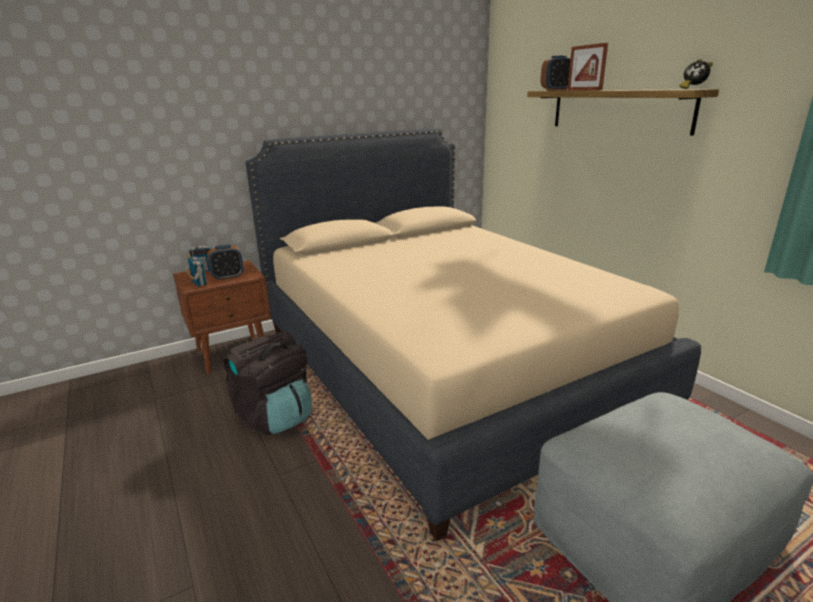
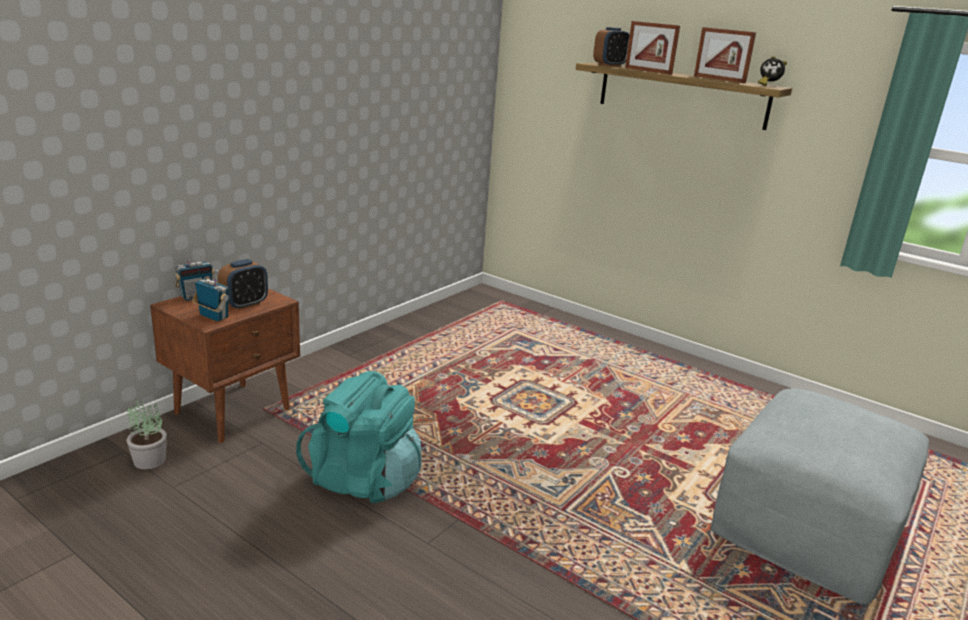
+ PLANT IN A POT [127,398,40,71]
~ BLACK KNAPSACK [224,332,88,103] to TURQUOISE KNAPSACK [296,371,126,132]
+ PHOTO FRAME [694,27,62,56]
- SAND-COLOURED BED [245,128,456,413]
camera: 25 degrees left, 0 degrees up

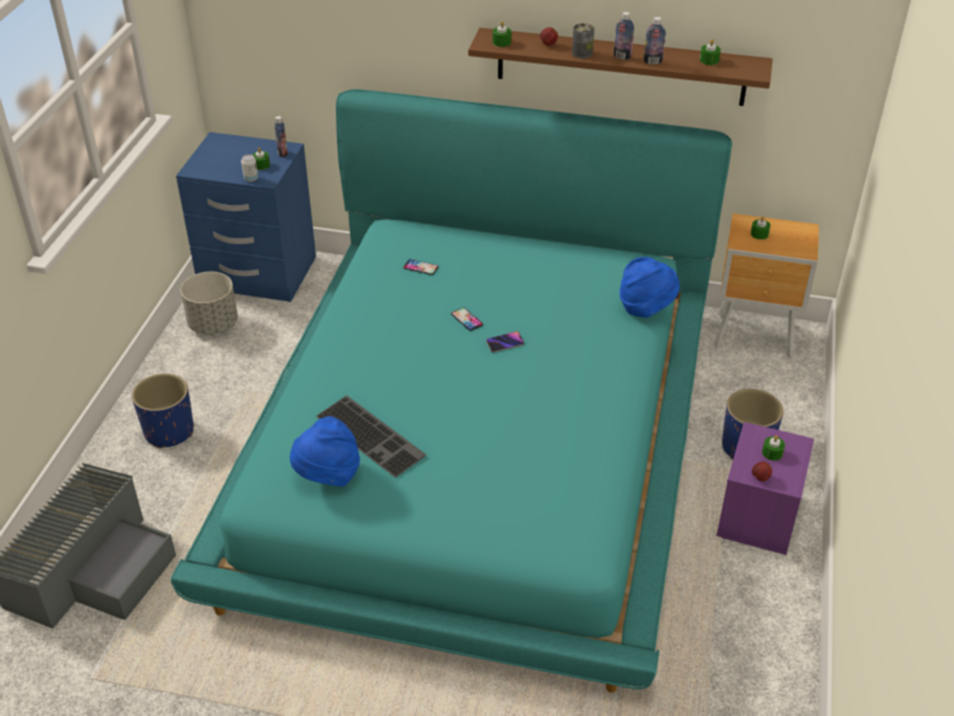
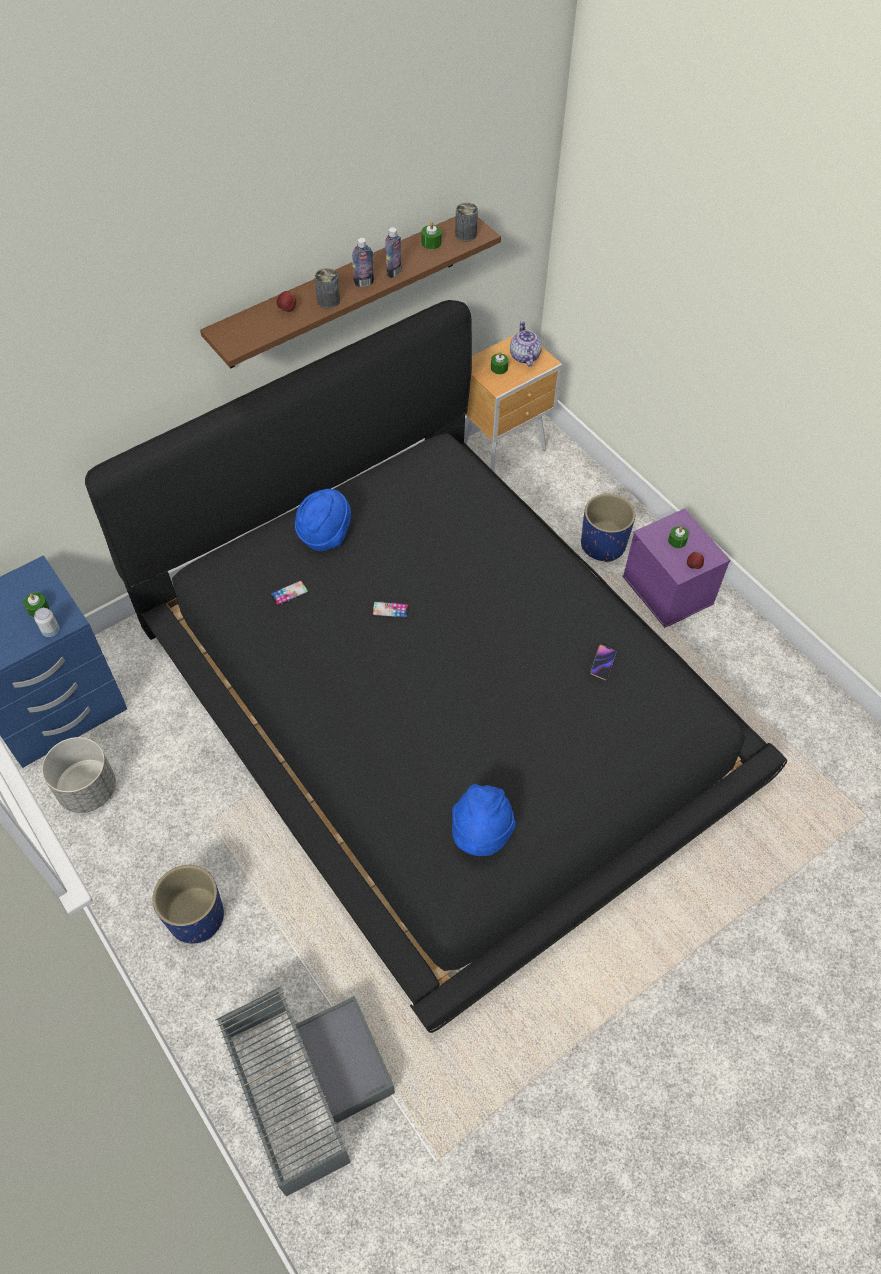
~ TURQUOISE BED [171,89,561,604] to BLACK BED [85,300,702,733]
~ BLUE-COLOURED CLOTHING HAT [619,257,61,61] to [295,489,56,62]
+ METAL CAN [455,203,23,39]
+ TEA POT [510,321,32,46]
~ TELEPHONE [486,331,38,22] to [590,644,26,37]
- BOTTLE [274,116,14,41]
- COMPUTER KEYBOARD [316,395,110,83]
- GREEN CANDLE [493,21,19,26]
camera: 50 degrees left, 15 degrees up

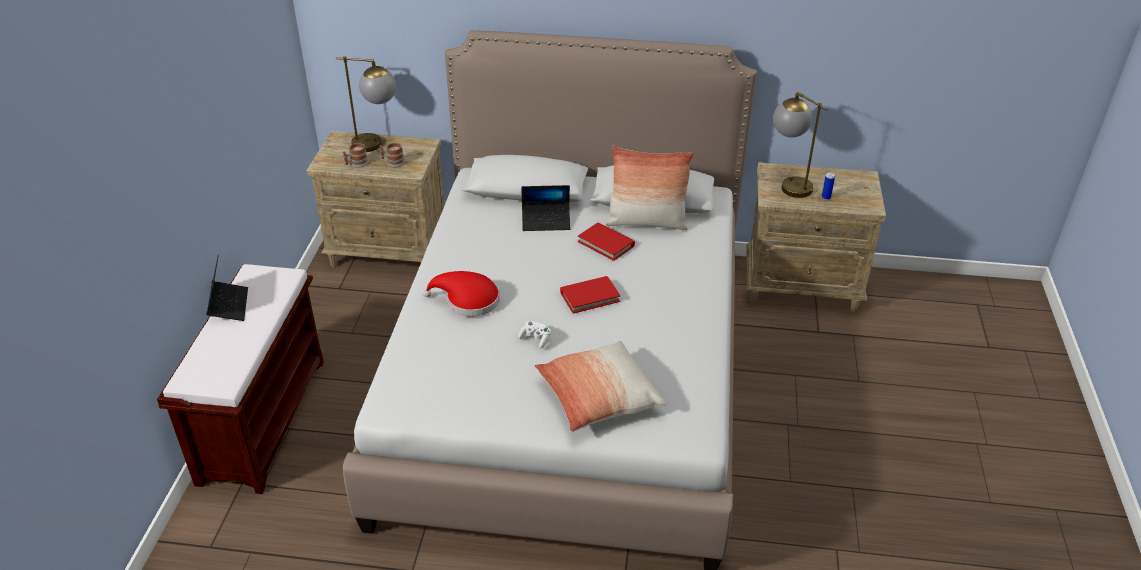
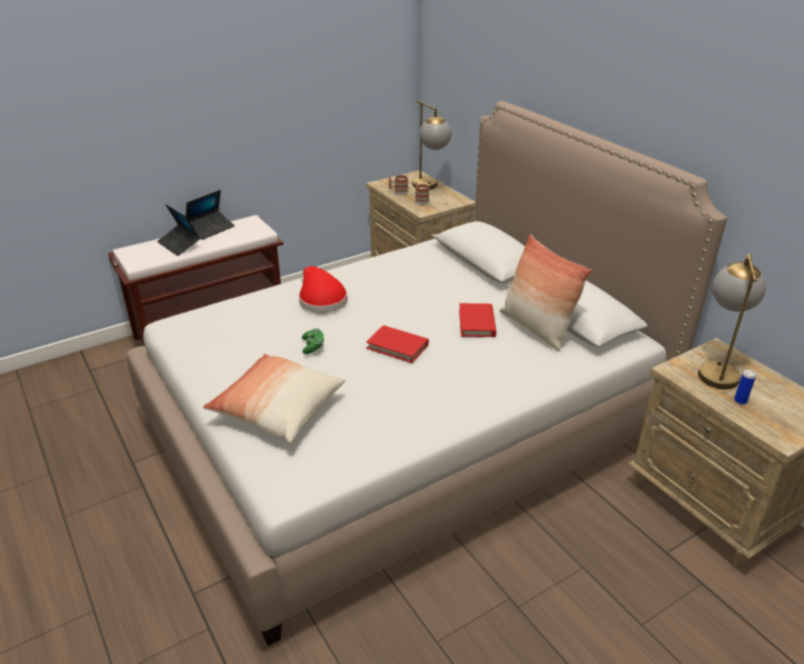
~ NOTEBOOK COMPUTER [521,185,49,46] to [157,204,43,52]
~ WHITISH GAMEPAD [518,321,33,27] to GREEN GAMEPAD [302,329,22,25]
camera: 50 degrees right, 5 degrees down

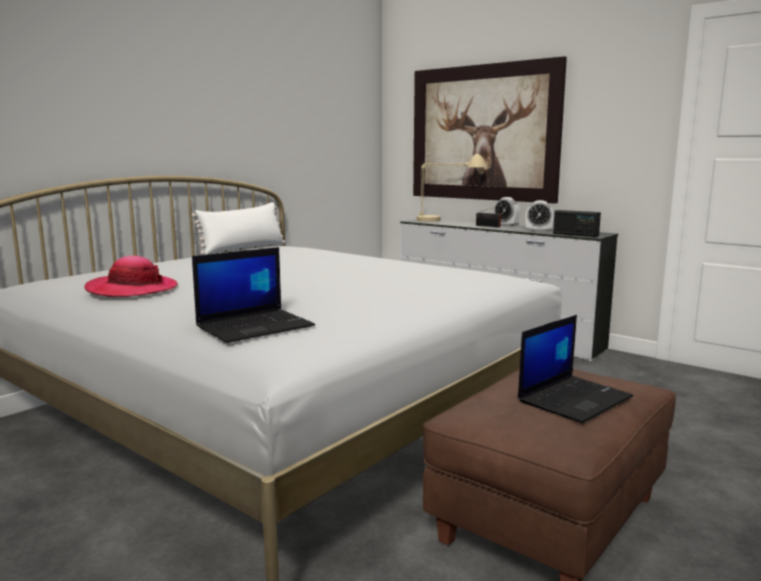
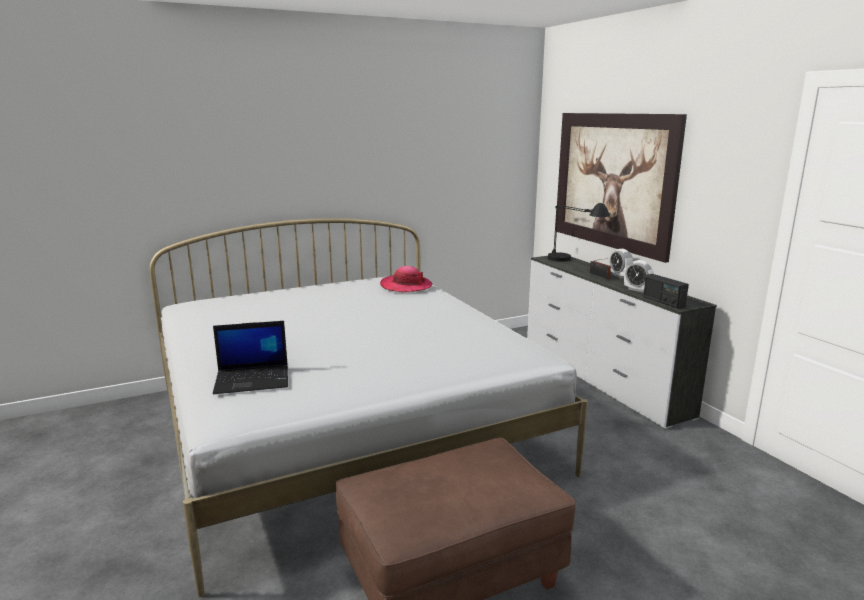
~ CLOTHING HAT [84,255,94,42] to [380,266,52,26]
~ SAND-COLOURED TABLETOP LAMP [416,154,71,68] to BLACK TABLETOP LAMP [548,203,62,59]
- WHITISH PILLOW [192,202,93,53]
- NOTEBOOK COMPUTER [518,315,115,108]
camera: 25 degrees right, 5 degrees up

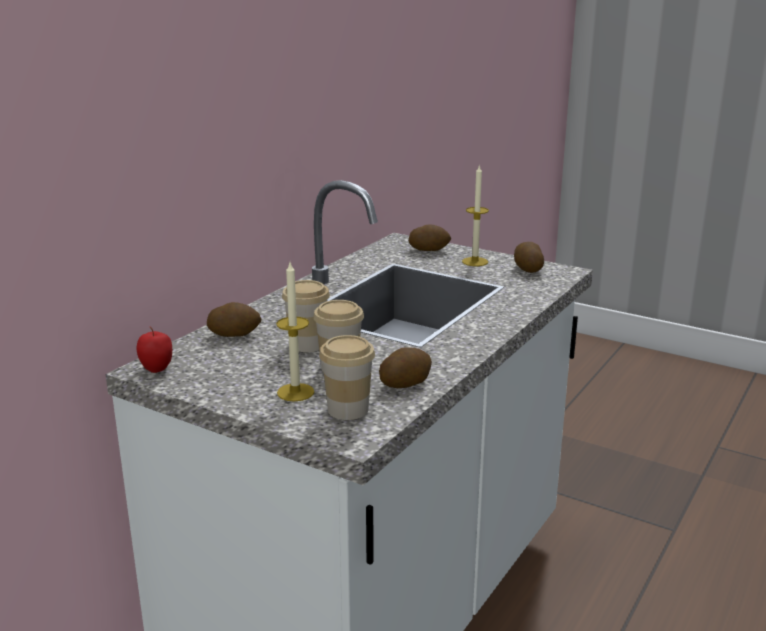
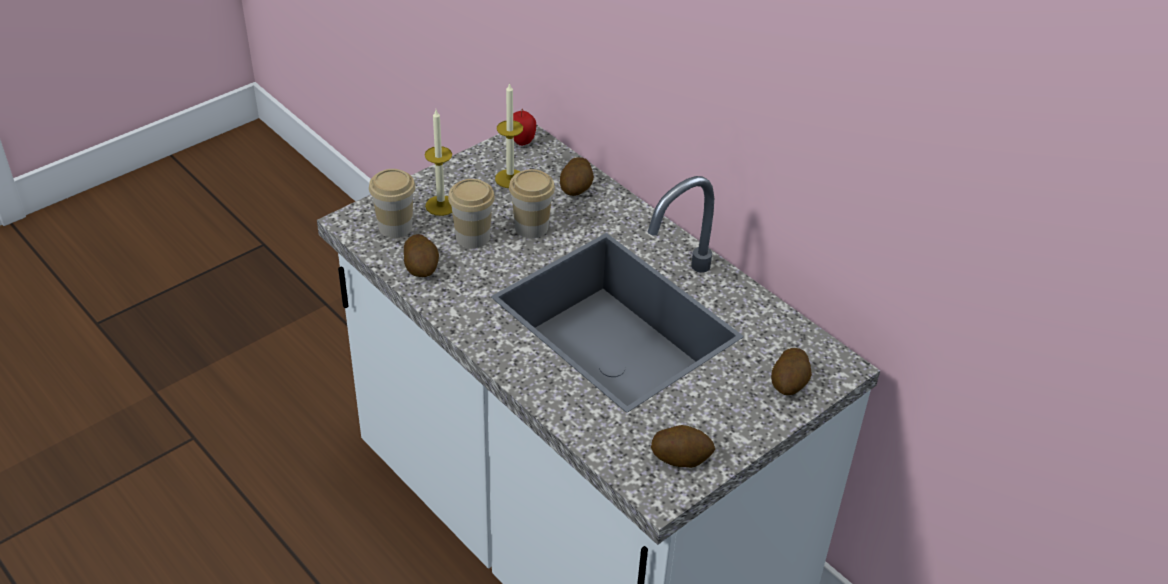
~ CANDLE [462,166,27,100] to [495,82,28,106]
camera: 105 degrees right, 20 degrees up

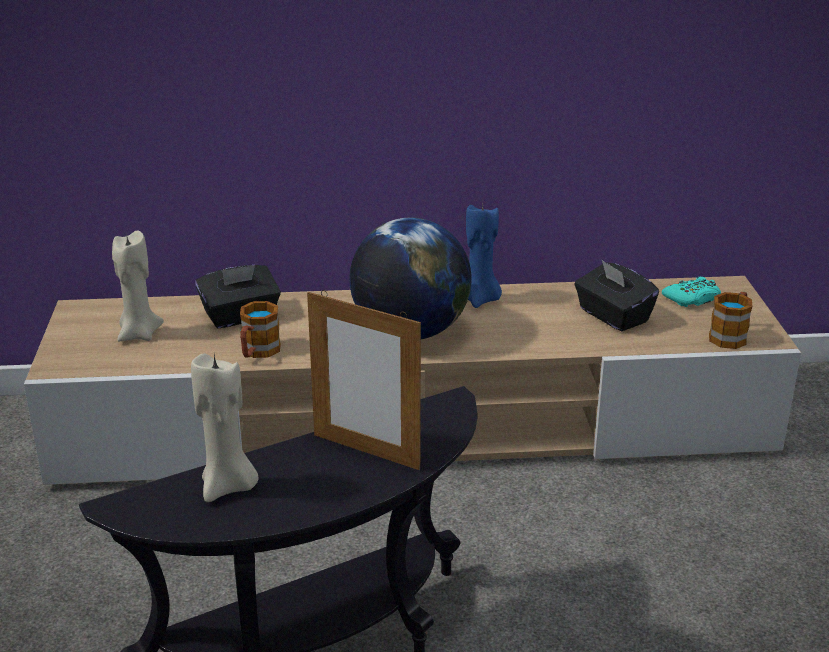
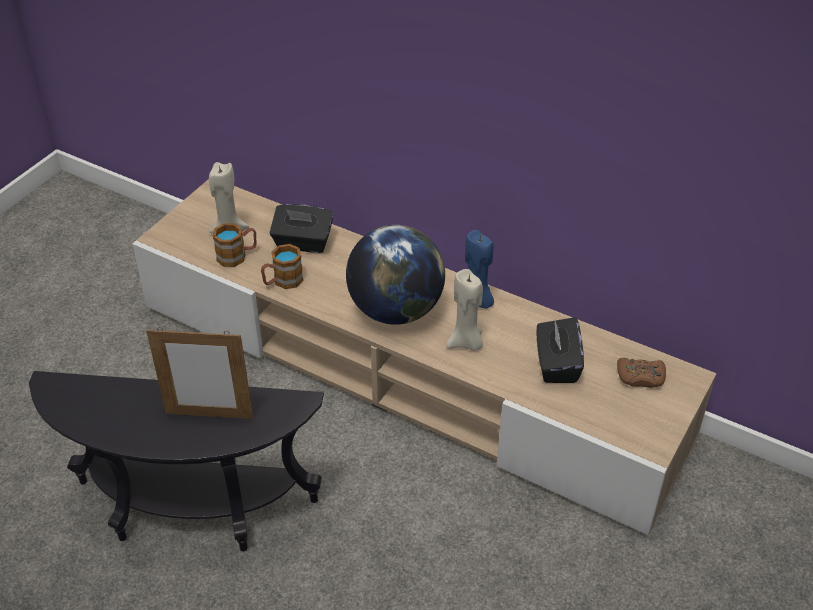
~ PHOTO FRAME [307,290,114,180] = [146,327,107,92] 60 degrees counterclockwise
~ TEA MUG [709,292,44,57] to [213,223,44,44]
~ SAND-COLOURED CANDLE [191,353,68,149] to [447,269,36,82]
~ TURQUOISE GAMEPAD [662,277,59,30] to BROWNISH GAMEPAD [617,358,49,30]
camera: 35 degrees right, 15 degrees up

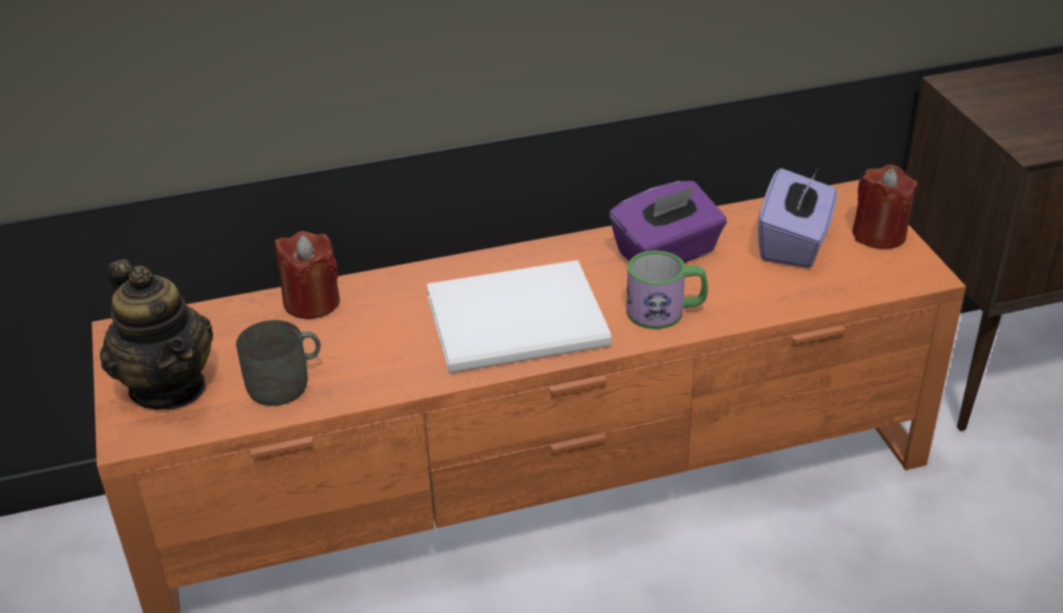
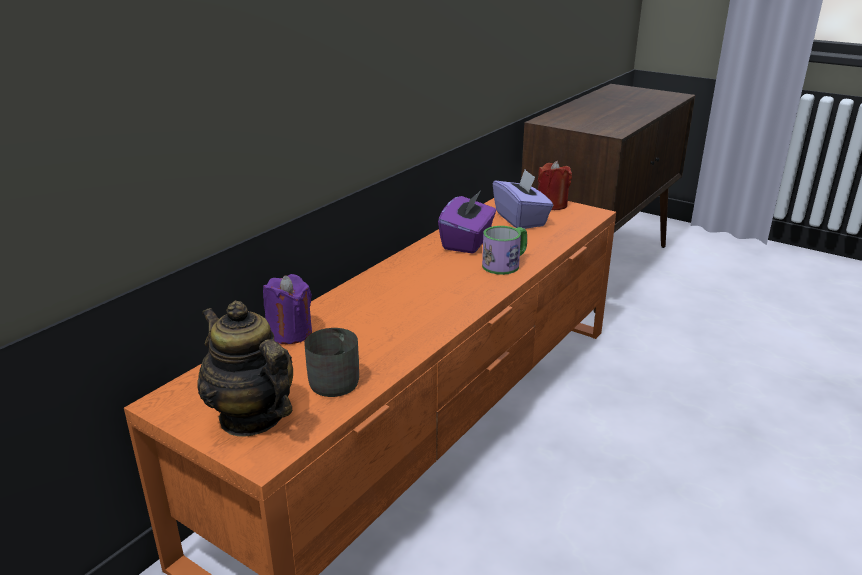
~ TEA POT [100,259,113,151] = [197,301,96,136] 150 degrees counterclockwise
~ RED CANDLE [275,231,65,88] to PURPLISH CANDLE [263,274,49,70]
- WHITISH BOUND BOOK [427,260,184,113]
camera: 40 degrees left, 10 degrees down

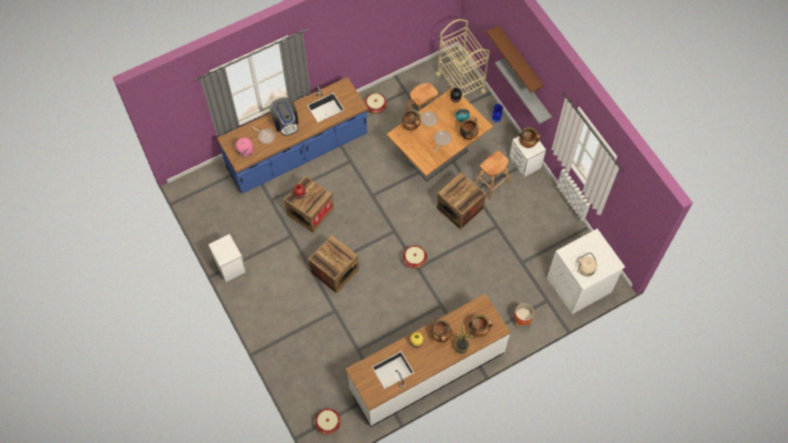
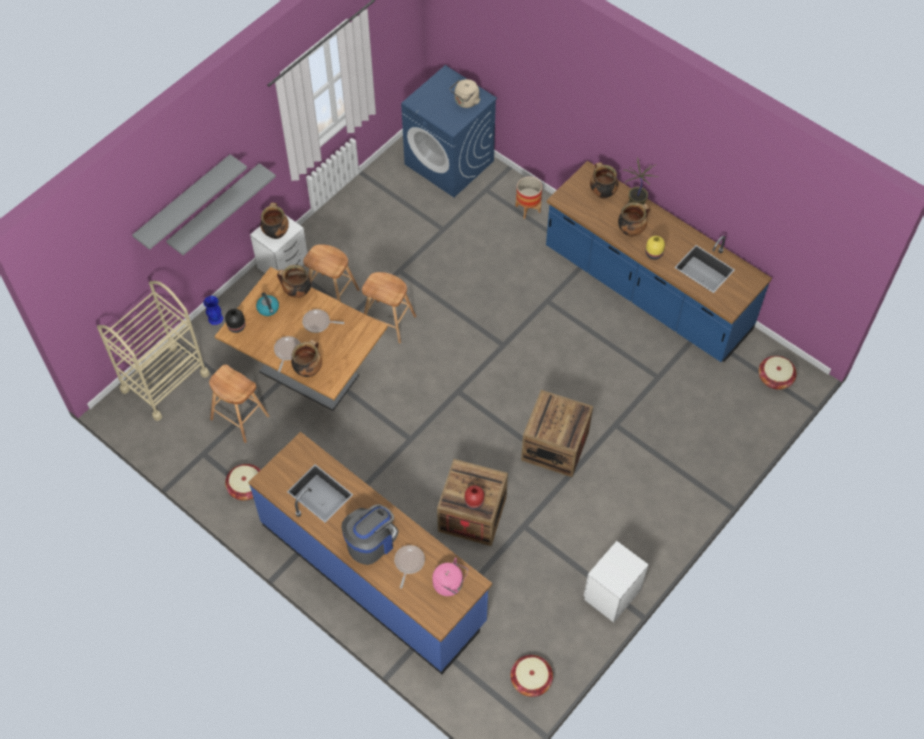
~ BROWNISH BRACKET SHELF [486,25,58,68] to GRAY BRACKET SHELF [132,154,115,96]
~ CRATE [436,172,50,58] to BROWNISH STOOL [362,272,54,71]
~ WHITISH LAUNDRY MACHINE [547,229,78,85] to BLUE-COLOURED LAUNDRY MACHINE [401,65,96,132]
~ BASKET [403,245,24,24] to [510,655,43,42]
~ WHITISH KITCHEN BASE UNIT [345,294,166,133] to BLUE-COLOURED KITCHEN BASE UNIT [546,161,226,201]
camera: 110 degrees left, 5 degrees down

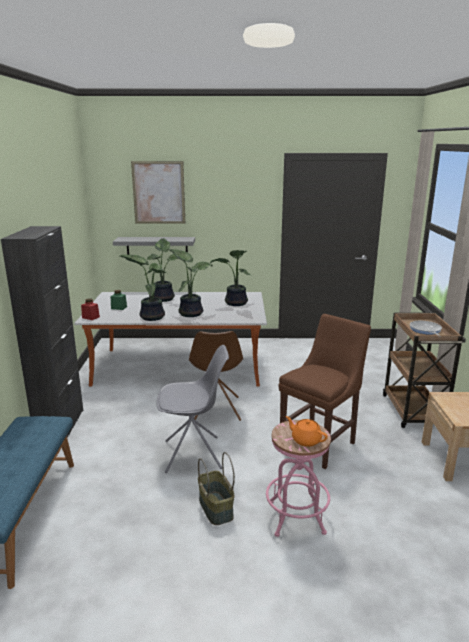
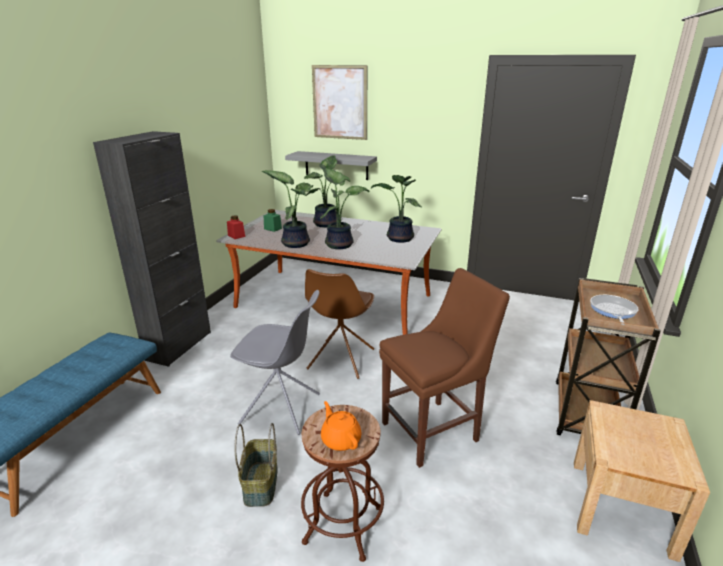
~ PINKISH STOOL [266,420,65,117] to BROWNISH STOOL [301,405,83,157]
camera: 20 degrees right, 5 degrees up

